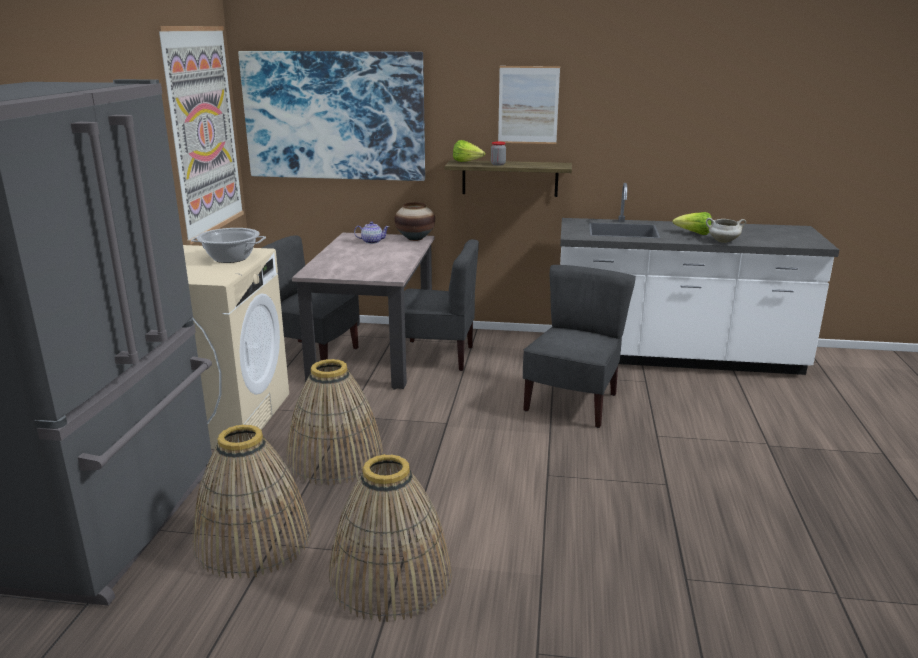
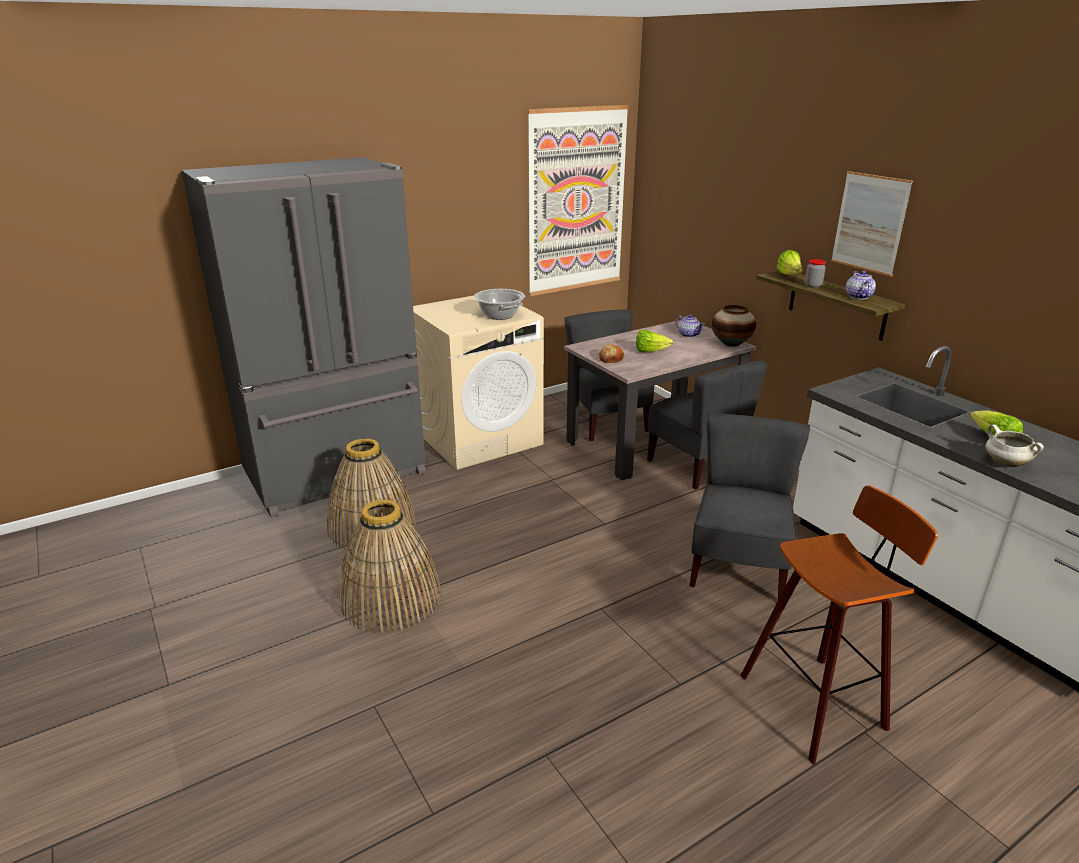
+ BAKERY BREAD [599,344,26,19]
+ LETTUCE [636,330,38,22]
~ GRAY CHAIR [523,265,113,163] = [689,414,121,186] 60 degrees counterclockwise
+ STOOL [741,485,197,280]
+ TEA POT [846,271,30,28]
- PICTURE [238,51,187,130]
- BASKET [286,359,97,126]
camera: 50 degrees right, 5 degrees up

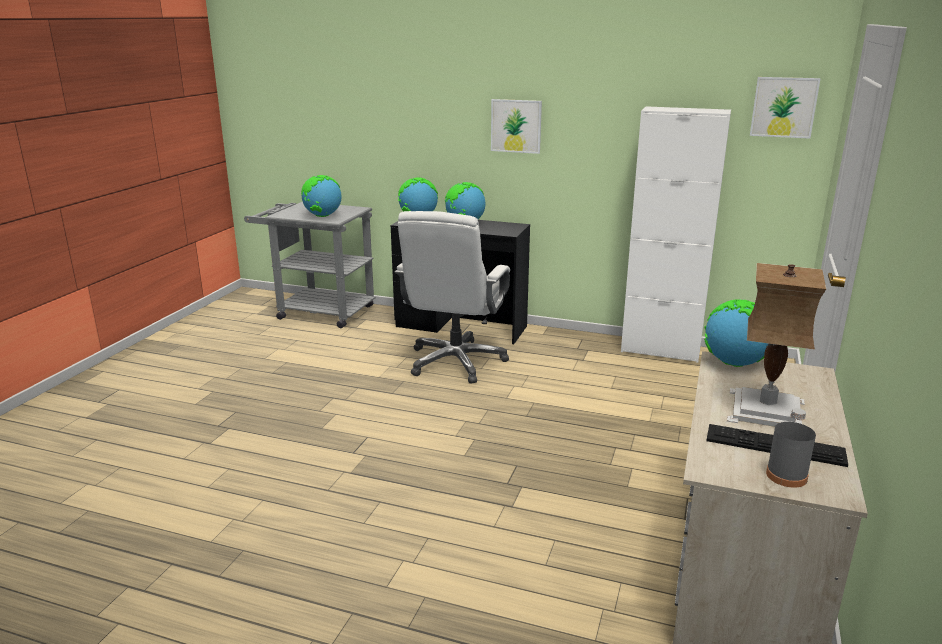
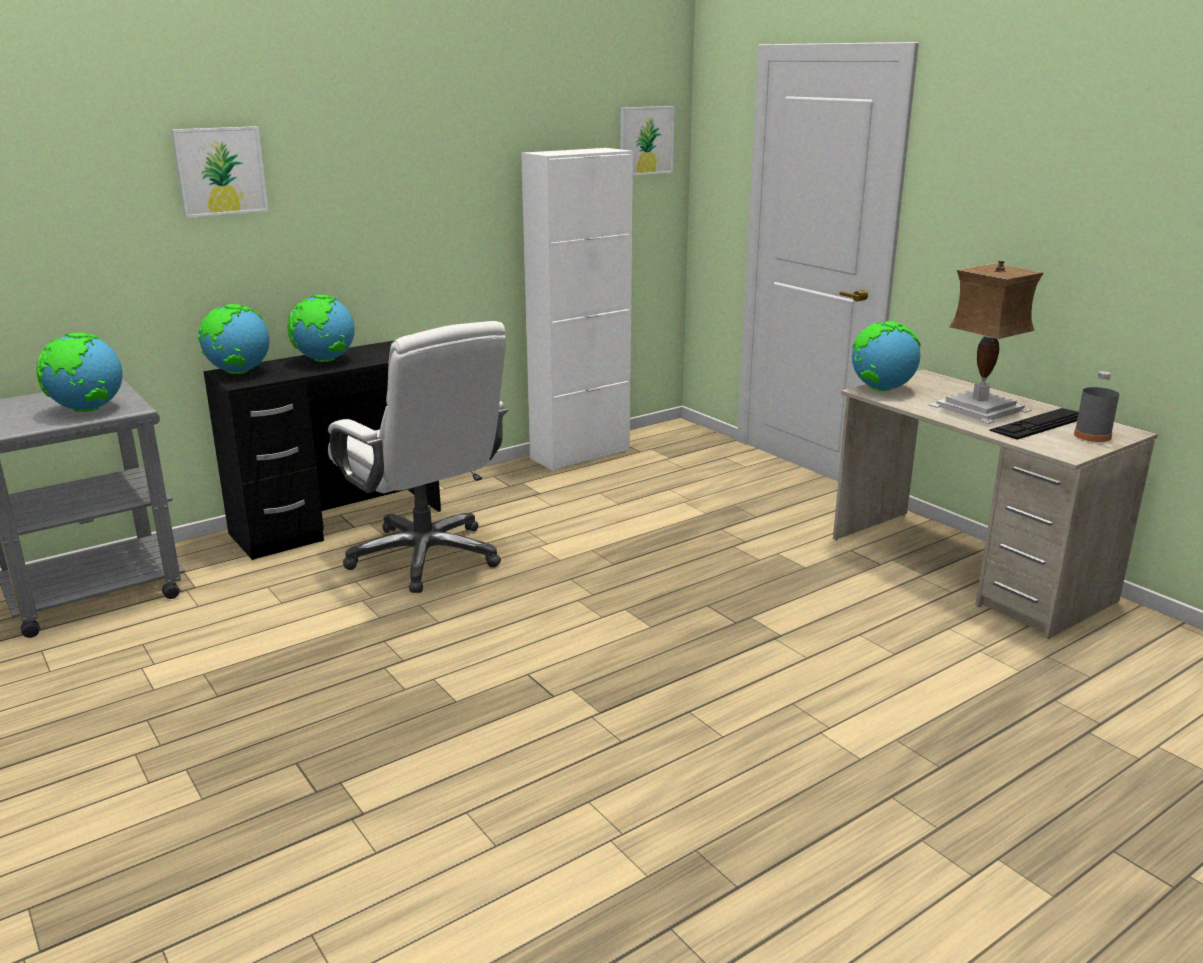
~ PICTURE [491,99,51,55] to [171,126,98,92]
camera: 55 degrees left, 0 degrees up

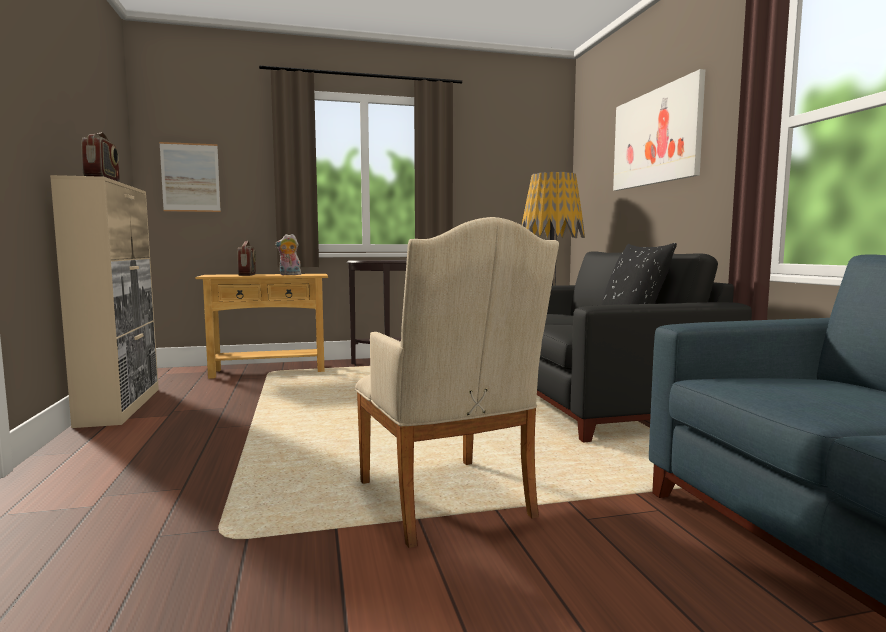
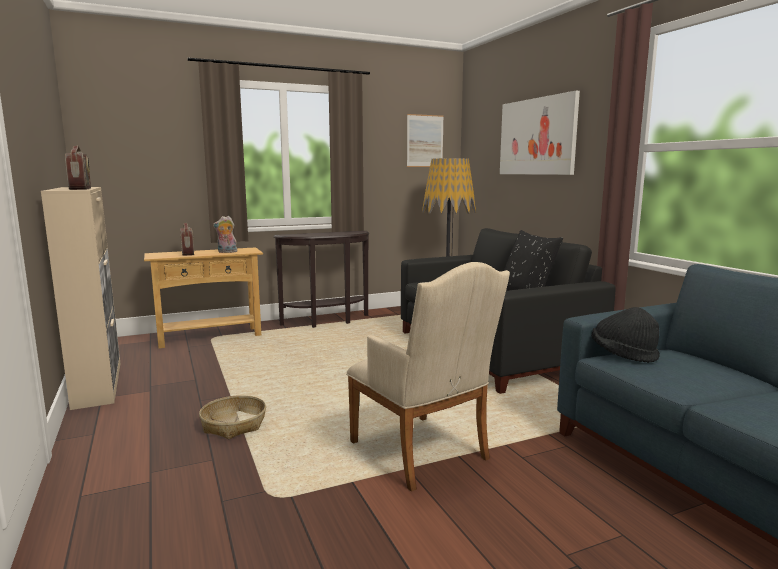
+ BASKET [199,395,67,44]
~ PICTURE [159,142,62,70] to [407,114,37,53]
+ BLACK CLOTHING HAT [591,307,69,56]
camera: 10 degrees left, 5 degrees up

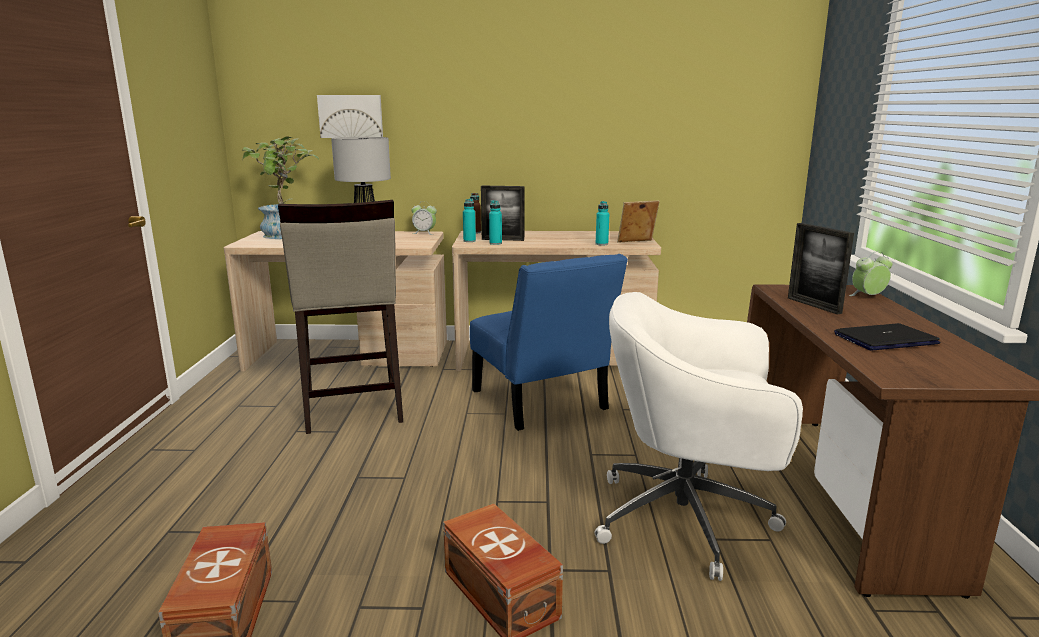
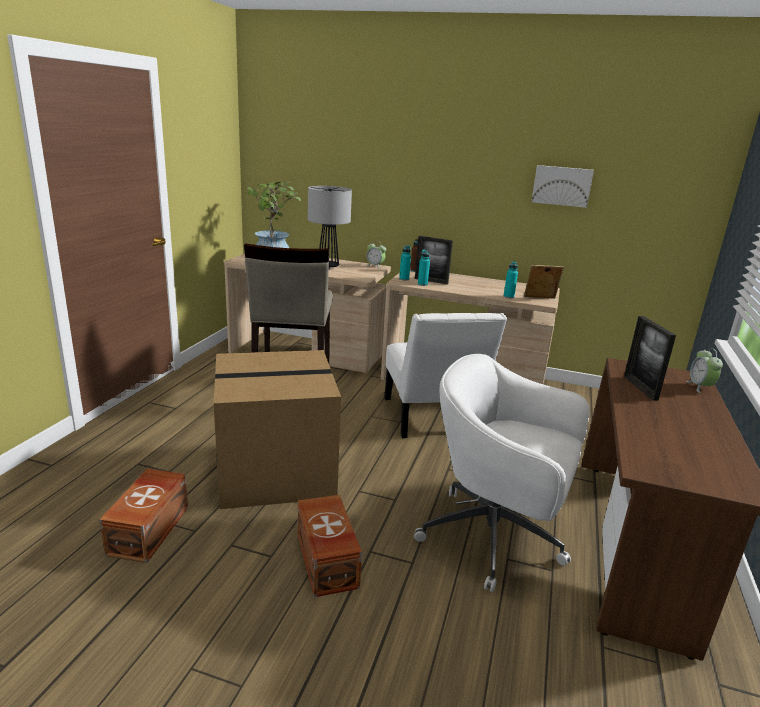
+ CARTON [214,350,127,159]
~ BLUE-COLOURED CHAIR [470,254,158,177] to WHITISH CHAIR [384,313,123,125]
~ PICTURE [317,95,66,43] to [531,165,63,43]
~ TABLE CLOCK [849,251,44,45] = [686,348,37,45] 90 degrees counterclockwise
- NOTEBOOK COMPUTER [834,323,106,27]
camera: 15 degrees right, 5 degrees up

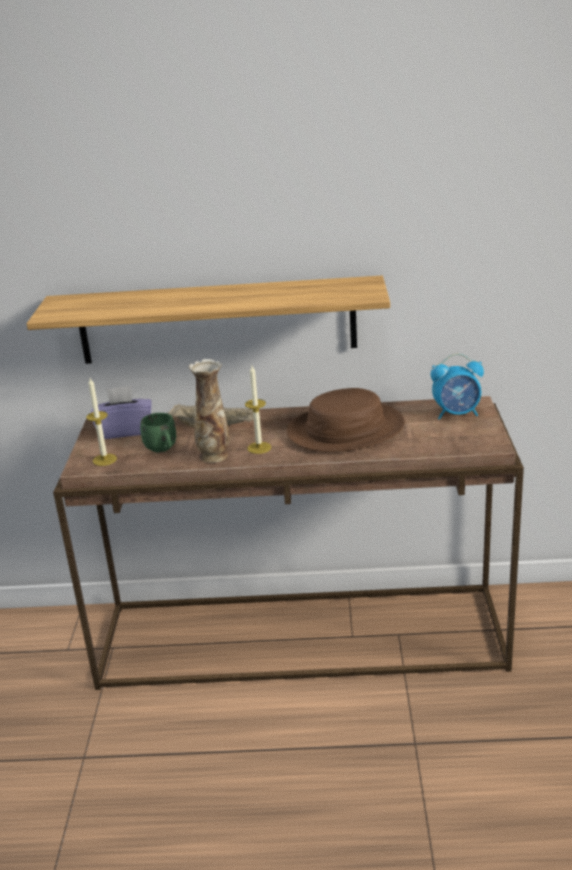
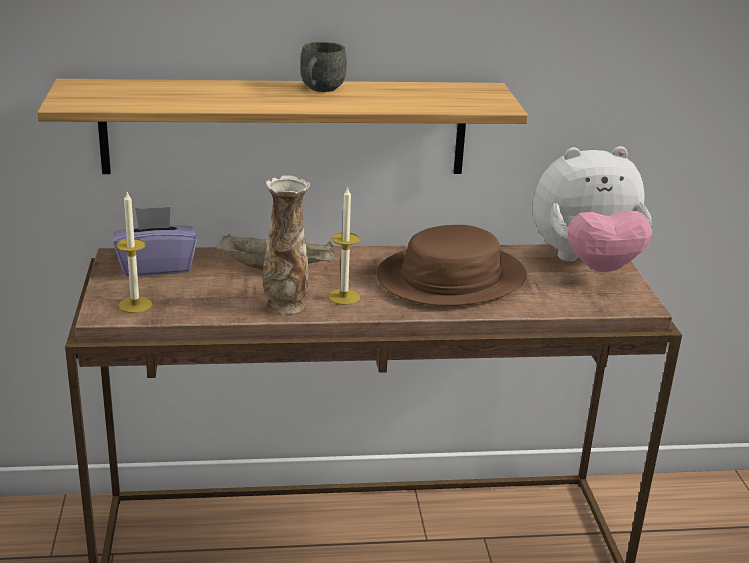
+ GRAY TEA MUG [300,42,47,50]
~ TABLE CLOCK [431,353,53,67] to SOFT TOY [533,146,119,126]
- GREEN TEA MUG [140,413,36,39]
camera: 10 degrees left, 0 degrees up

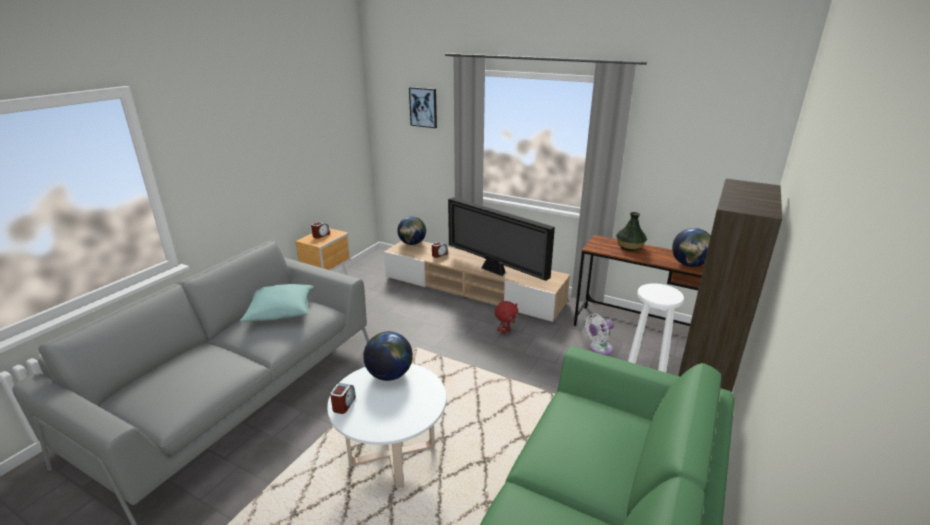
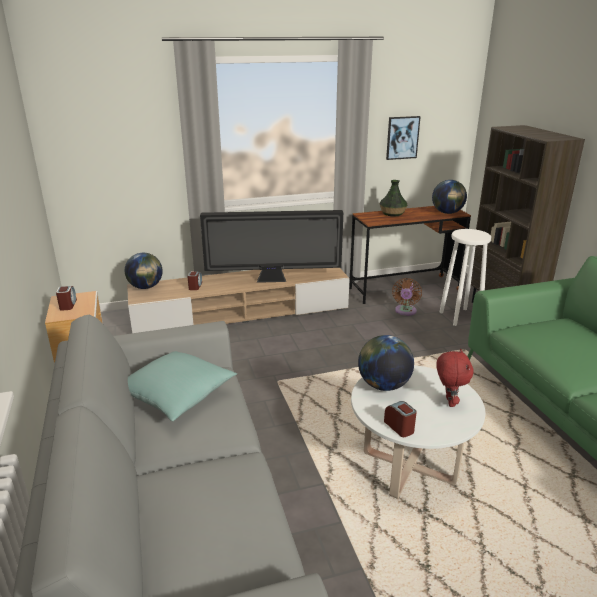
~ PICTURE [409,87,28,41] to [386,116,35,44]
~ WHITISH ELECTRIC FAN [585,313,29,42] to BROWNISH ELECTRIC FAN [392,278,30,38]
~ RED SOFT TOY [495,301,23,33] to [436,349,38,58]
camera: 45 degrees left, 0 degrees up

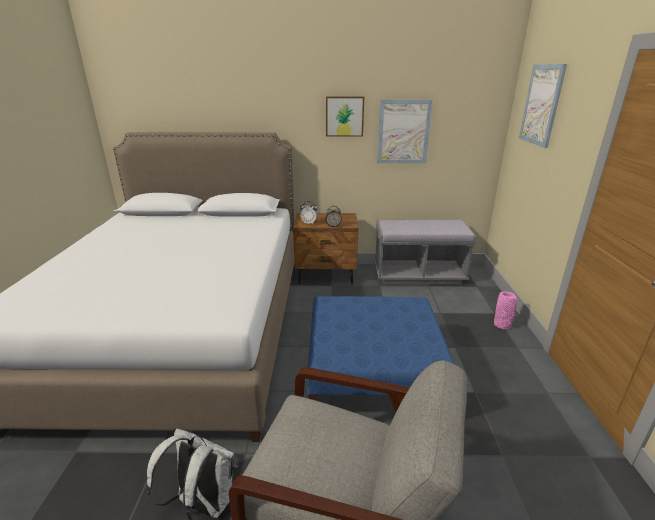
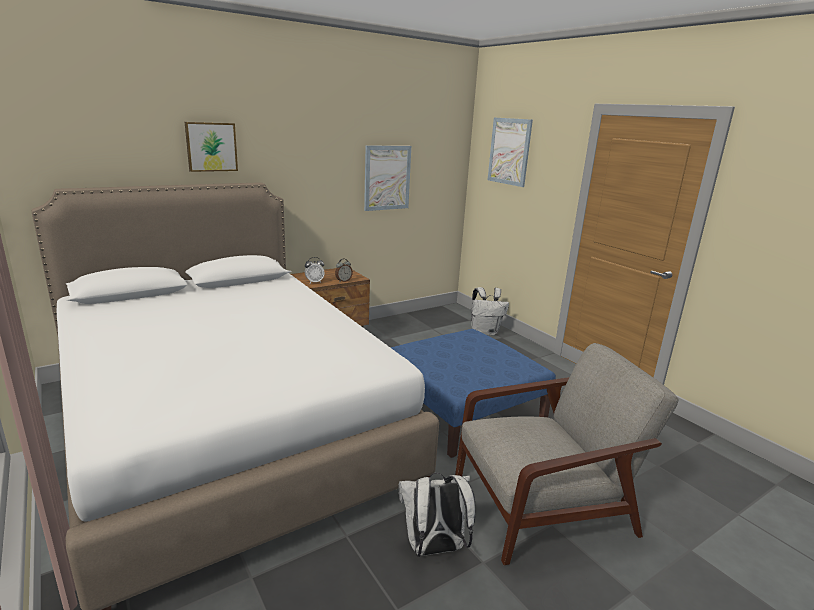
~ PICTURE [326,96,38,41] to [185,122,53,50]
+ WHITISH KNAPSACK [471,287,38,49]
- GRAY BENCH [374,220,103,64]
- PINKISH FLOWER VASE [494,292,23,38]
camera: 35 degrees left, 5 degrees down

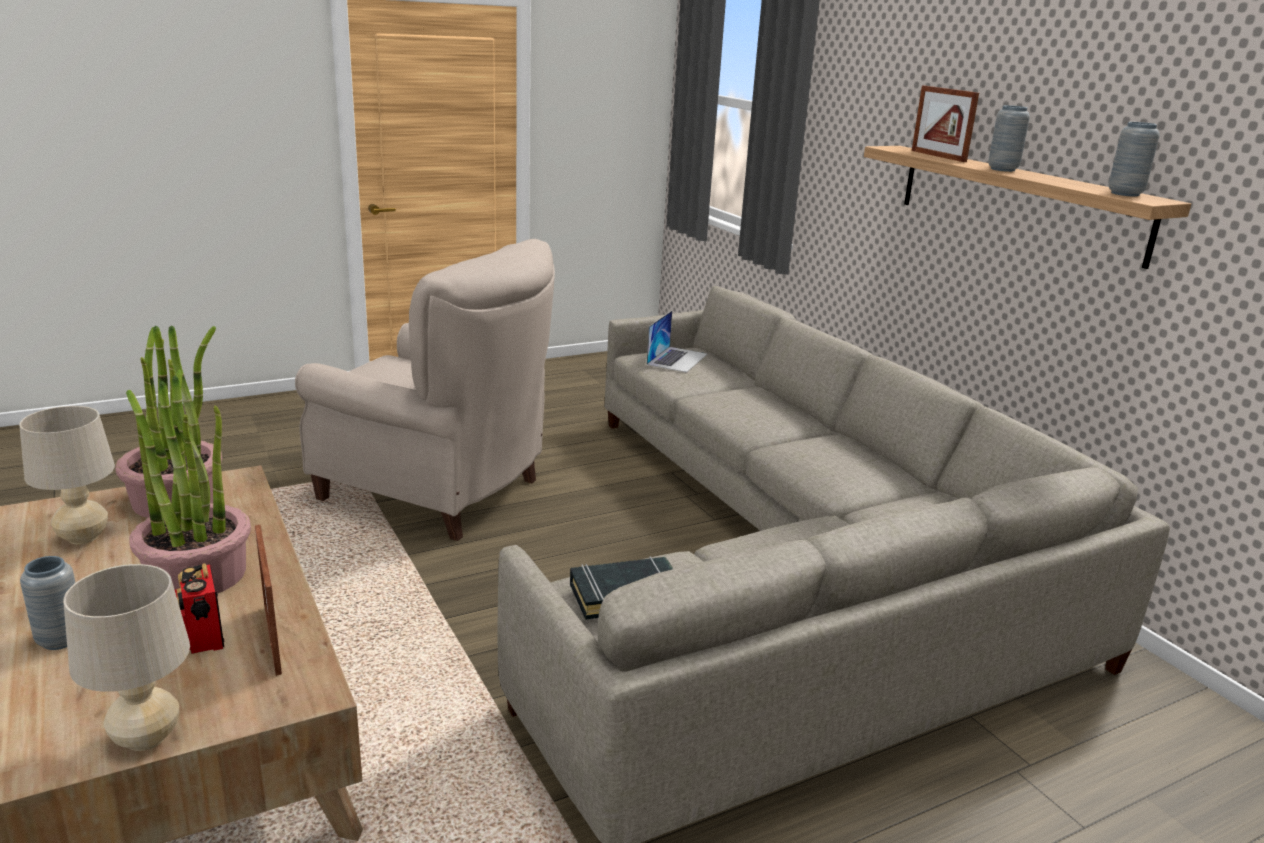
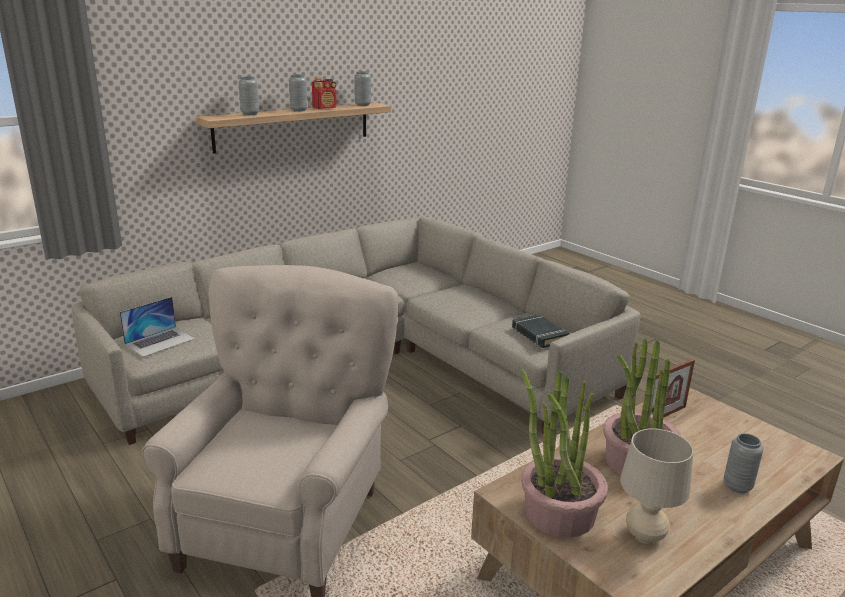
~ NOTEBOOK COMPUTER [647,311,60,62] = [119,297,76,60] 120 degrees clockwise
~ PHOTO FRAME [912,85,67,77] to GRAY FLOWER VASE [239,77,20,38]
~ RADIO [175,563,50,91] to [312,78,25,31]
- SAND-COLOURED TABLETOP LAMP [64,564,126,187]
camera: 100 degrees left, 0 degrees up

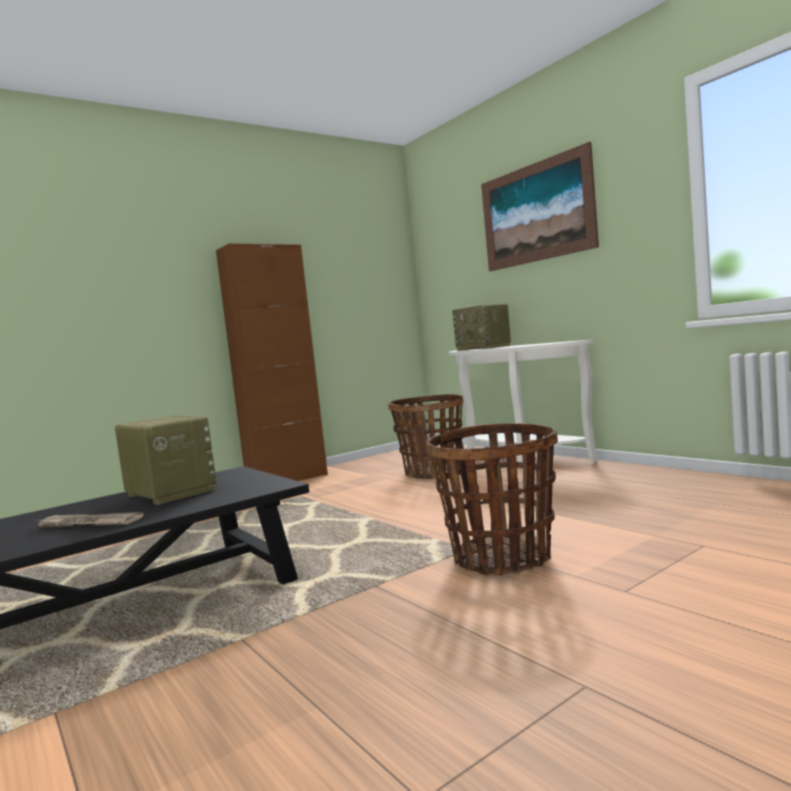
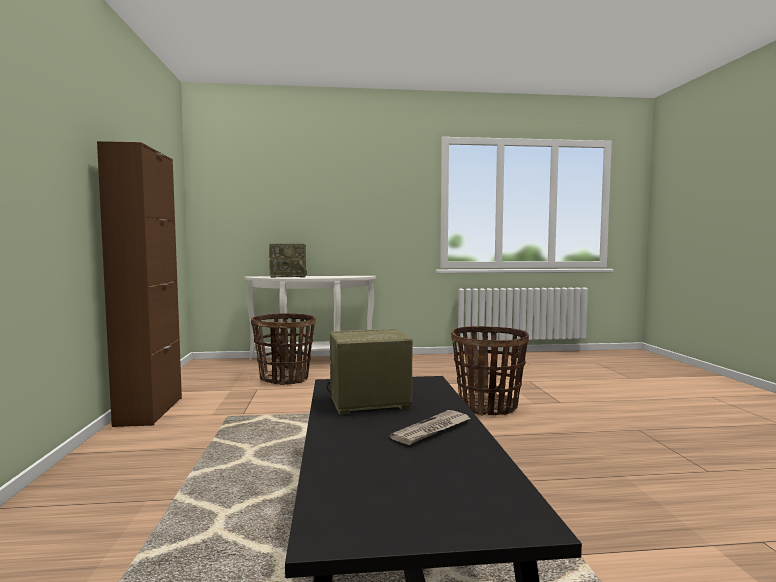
- PICTURE [481,142,118,129]
camera: 60 degrees left, 0 degrees up

